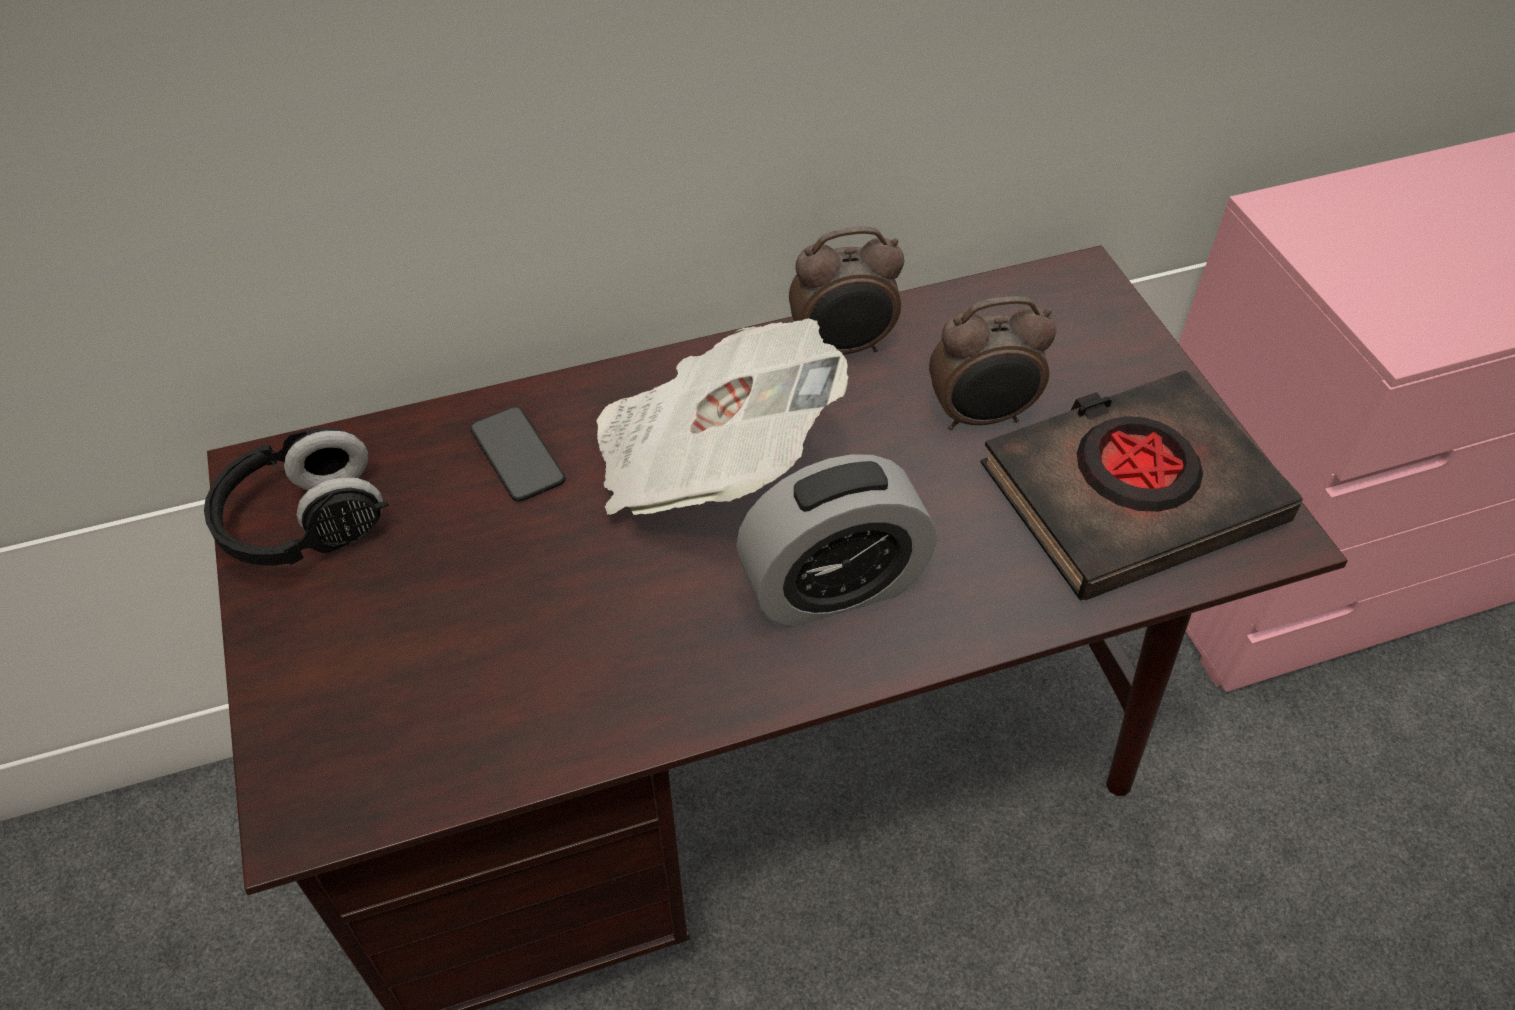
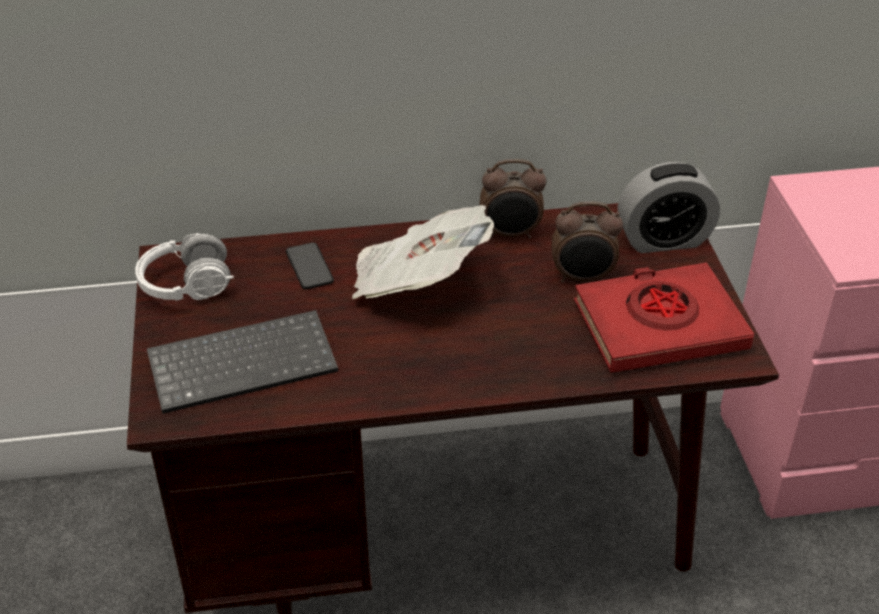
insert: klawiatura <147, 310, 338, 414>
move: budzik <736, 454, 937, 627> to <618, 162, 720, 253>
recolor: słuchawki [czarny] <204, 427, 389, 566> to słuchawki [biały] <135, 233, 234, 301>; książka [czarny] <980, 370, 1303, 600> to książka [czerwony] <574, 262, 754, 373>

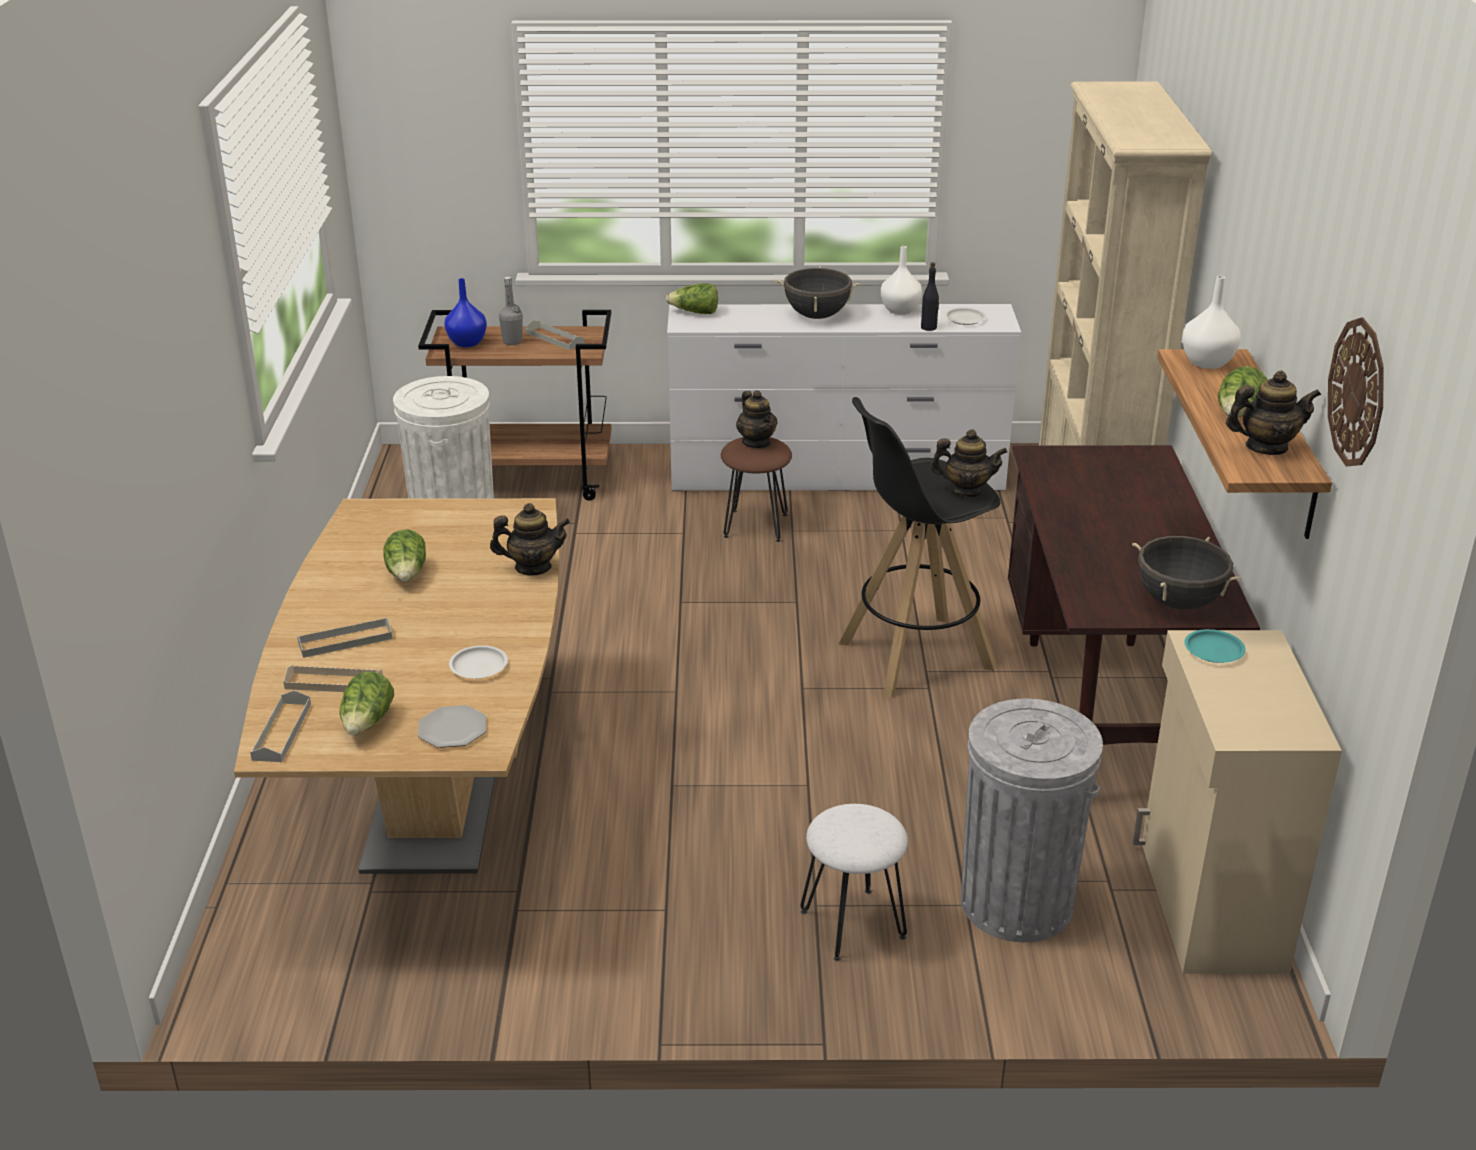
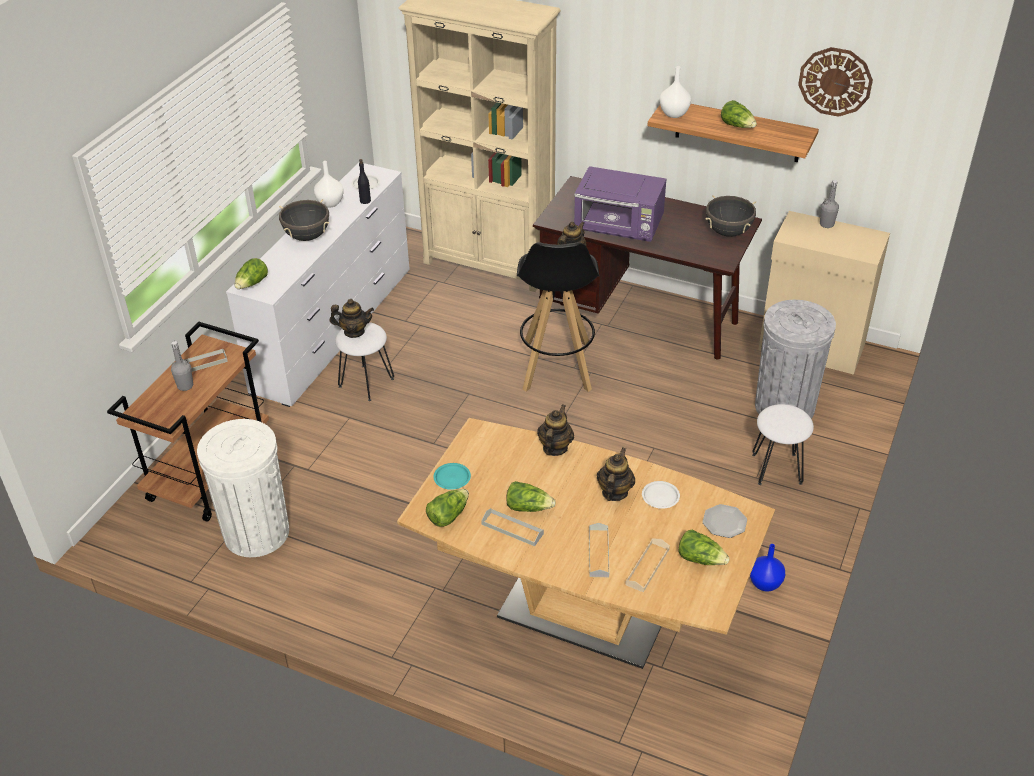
insert: sałata <426, 489, 469, 527>; mikrofalówka [fioletowy] <574, 166, 666, 242>; butelka [szary] <820, 180, 839, 228>
move: taca [szary] <250, 690, 311, 762> to <481, 508, 544, 546>; wazon [niebieski] <444, 278, 487, 347> to <750, 544, 785, 592>; talerz [turkusowy] <1184, 629, 1246, 663> to <434, 463, 471, 490>; imbryk <1226, 370, 1321, 455> to <597, 447, 635, 501>
recolor: stołek [brązowy] <721, 437, 792, 542> to stołek [biały] <335, 322, 394, 401>

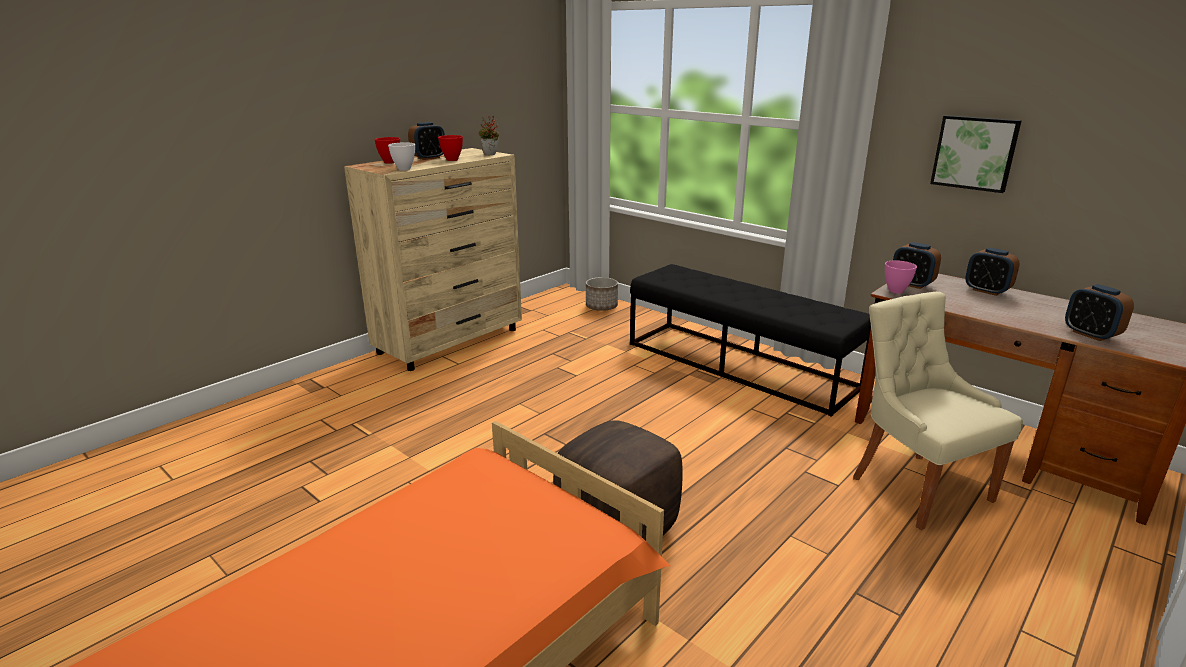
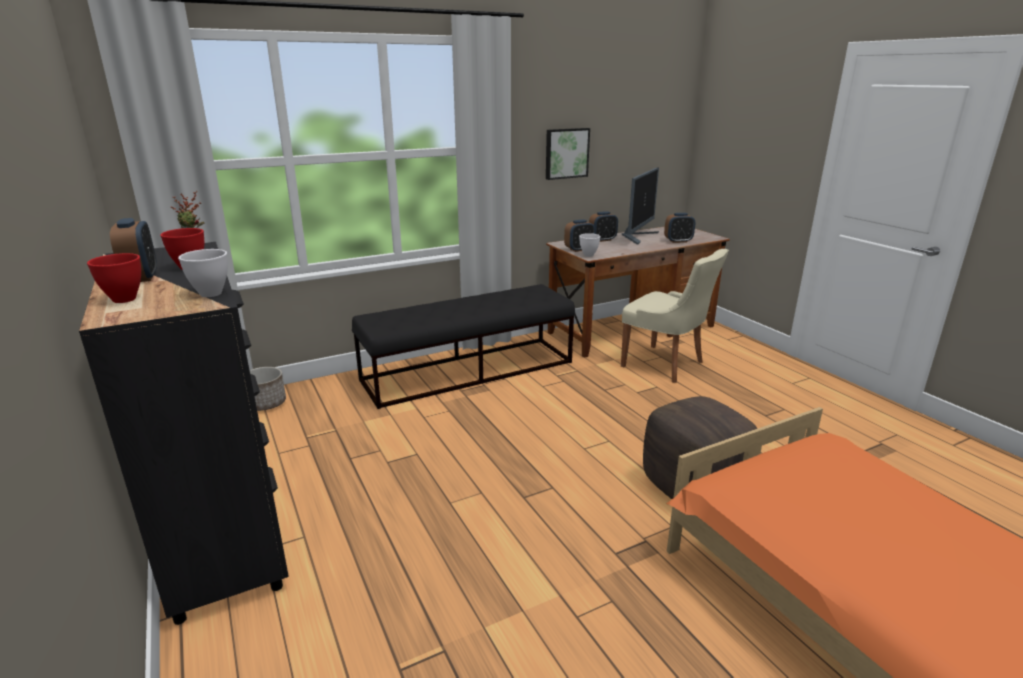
insert: monitor <622, 168, 659, 245>
recolor: komoda [beżowy] <344, 148, 522, 371> to komoda [czarny] <79, 242, 289, 625>; miska [różowy] <885, 260, 917, 294> to miska [biały] <579, 233, 601, 257>
rotate: krzesło [beżowy] <853, 291, 1023, 530> = <621, 249, 729, 383> 135 degrees counterclockwise

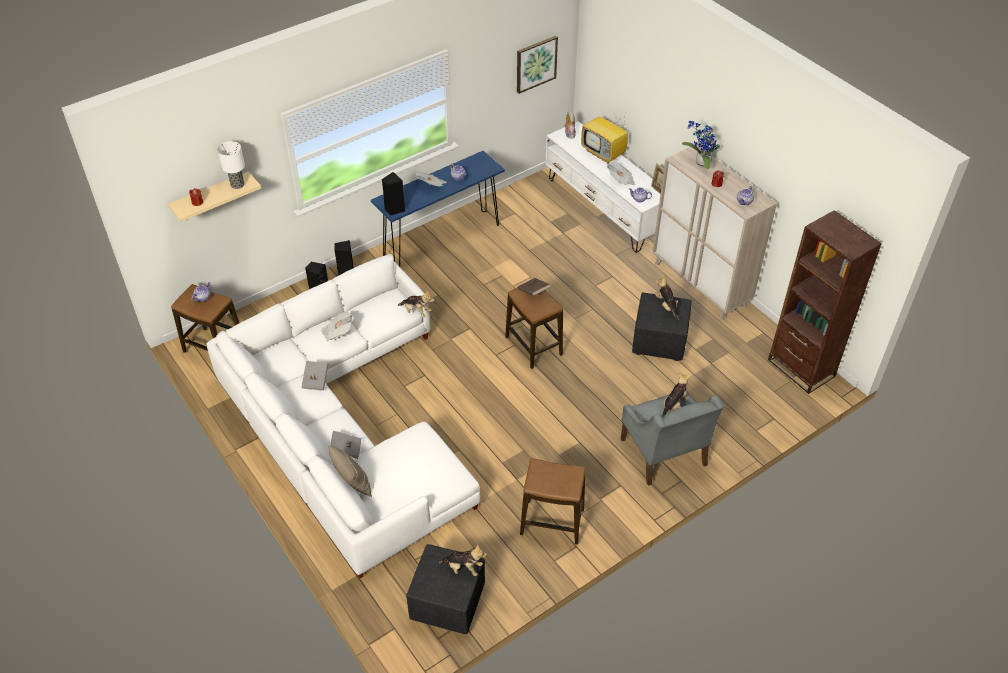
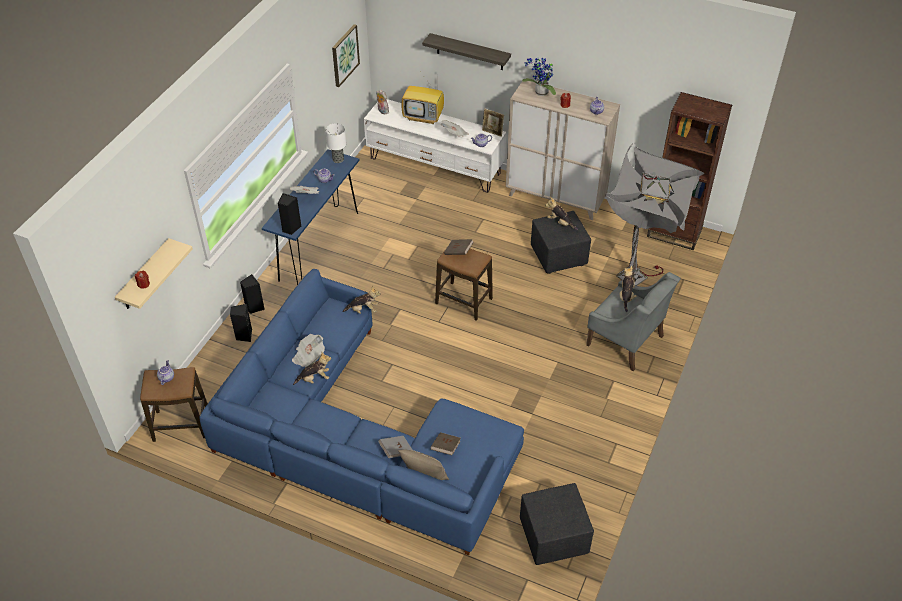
delete: książka [szary] <302, 361, 328, 391>; stołek <520, 458, 586, 545>
insert: półka <422, 33, 511, 70>; książka [brązowy] <430, 432, 461, 455>; lampa stojąca [szary] <605, 143, 705, 286>
move: lampa stołowa <217, 141, 245, 189> to <326, 123, 346, 163>; pluszak <438, 544, 487, 576> to <293, 352, 331, 385>
recolor: kanapa [biały] <207, 254, 481, 578> to kanapa [niebieski] <199, 269, 524, 556>

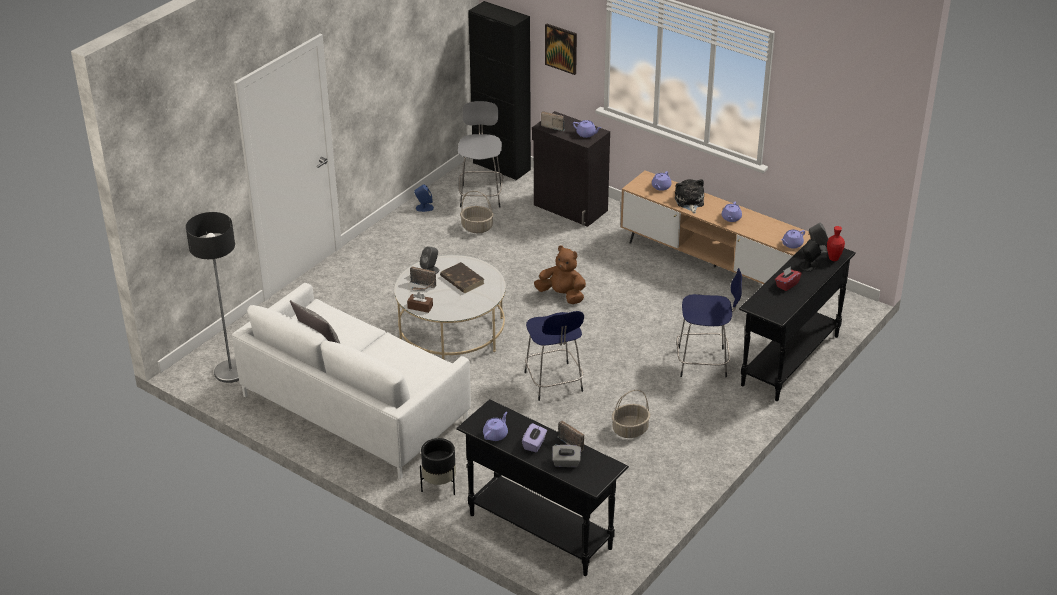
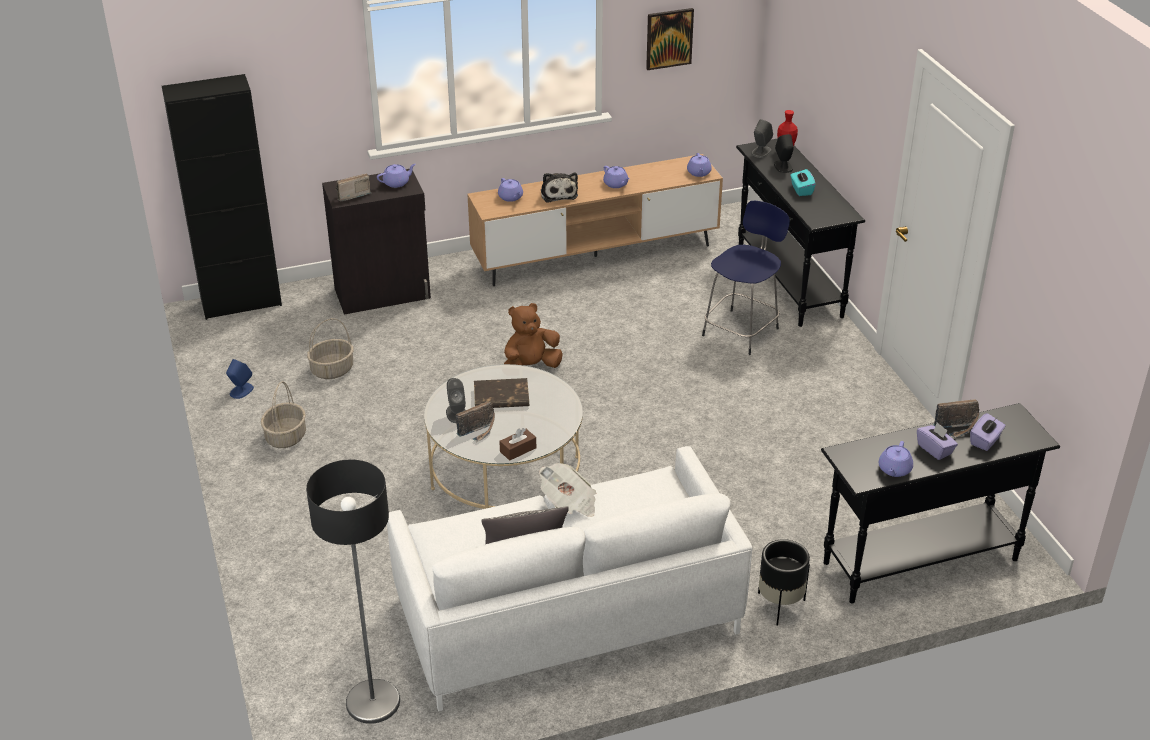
delete: stołek [szary] <458, 101, 503, 208>; stołek [niebieski] <524, 311, 584, 401>
insert: gazeta <539, 463, 596, 517>
move: obraz <545, 24, 577, 75> to <646, 8, 694, 70>; koszyk <612, 390, 650, 438> to <261, 381, 306, 448>
recolor: pudełko chusteczek [szary] <552, 445, 581, 467> to pudełko chusteczek [fioletowy] <970, 413, 1006, 451>; pudełko chusteczek [czerwony] <775, 266, 802, 291> to pudełko chusteczek [turkusowy] <790, 169, 816, 196>
rotate: imbryk [fioletowy] <483, 412, 508, 441> = <879, 441, 913, 477> 135 degrees counterclockwise; pluszak <675, 179, 704, 214> = <541, 173, 578, 203> 135 degrees counterclockwise

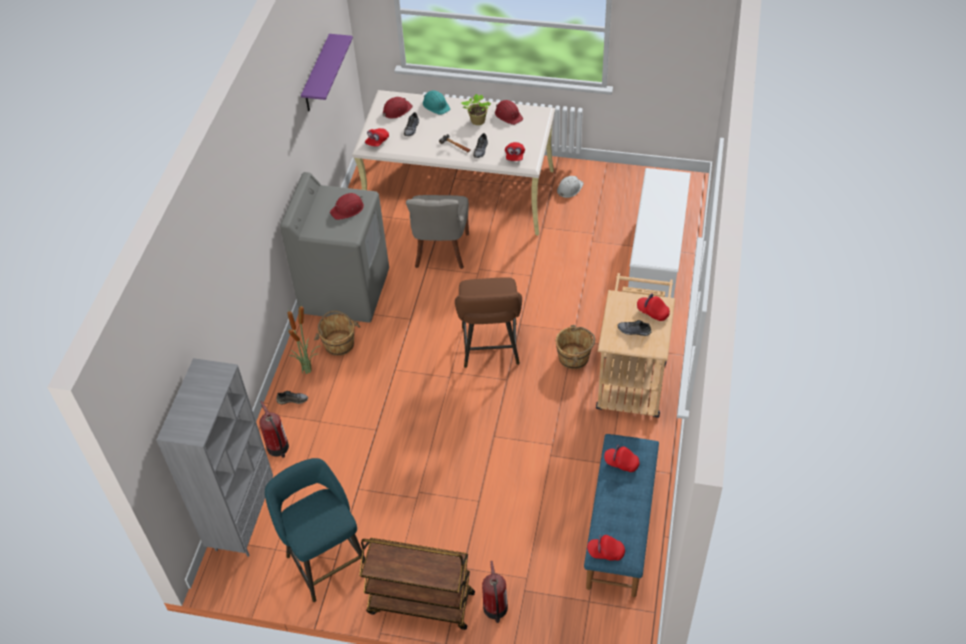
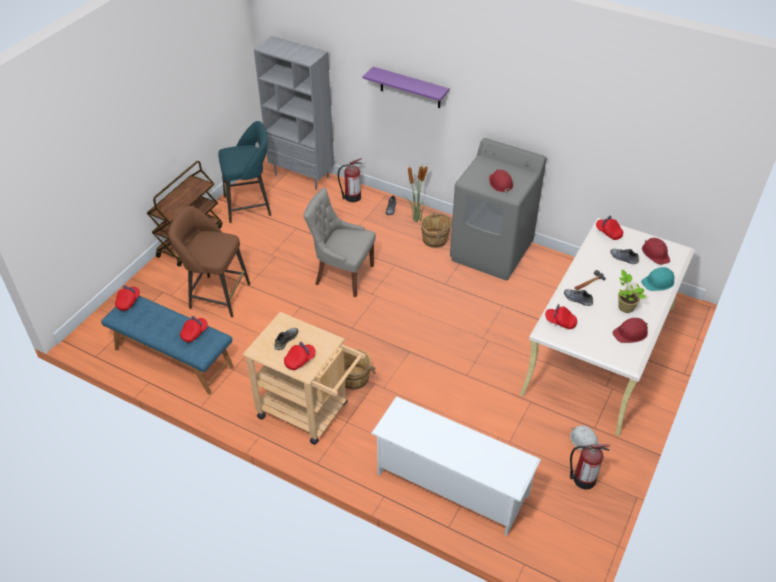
move: półka [fioletowy] <301, 34, 353, 111> to <362, 67, 450, 108>; krzesło [szary] <406, 195, 469, 269> to <303, 188, 376, 297>; stołek [brązowy] <455, 277, 522, 368> to <168, 206, 250, 317>; gaśnica <482, 561, 508, 623> to <570, 444, 610, 490>

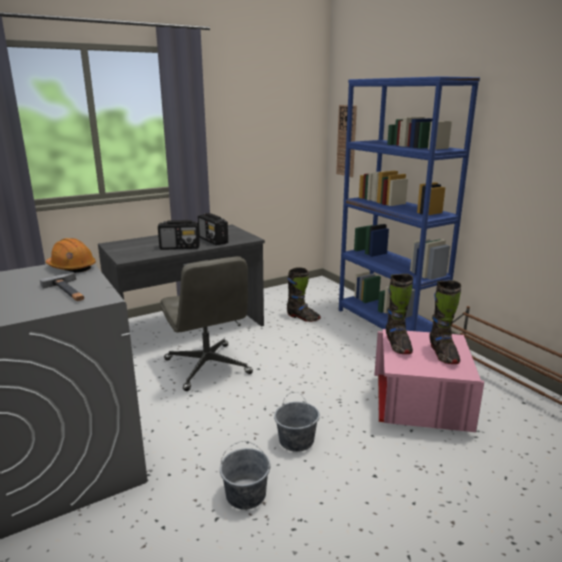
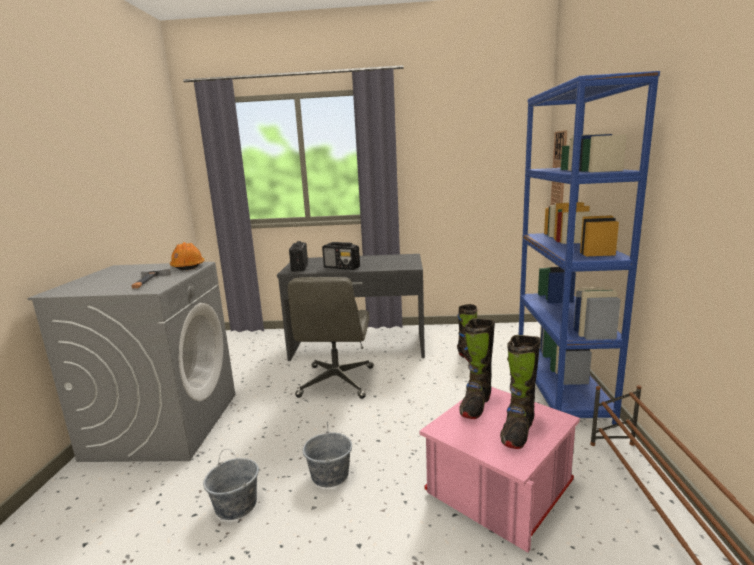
move: radio <198, 213, 228, 245> to <289, 241, 308, 271>

